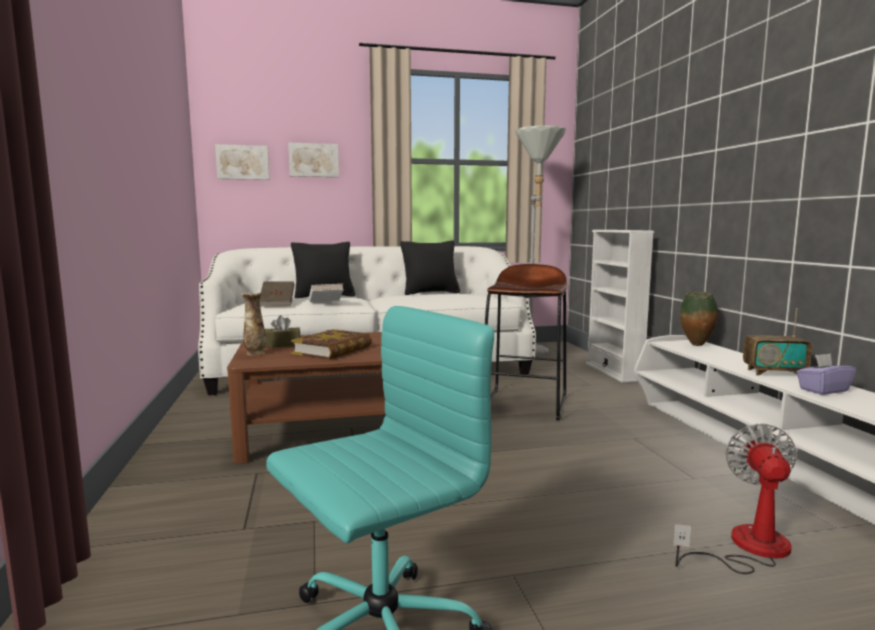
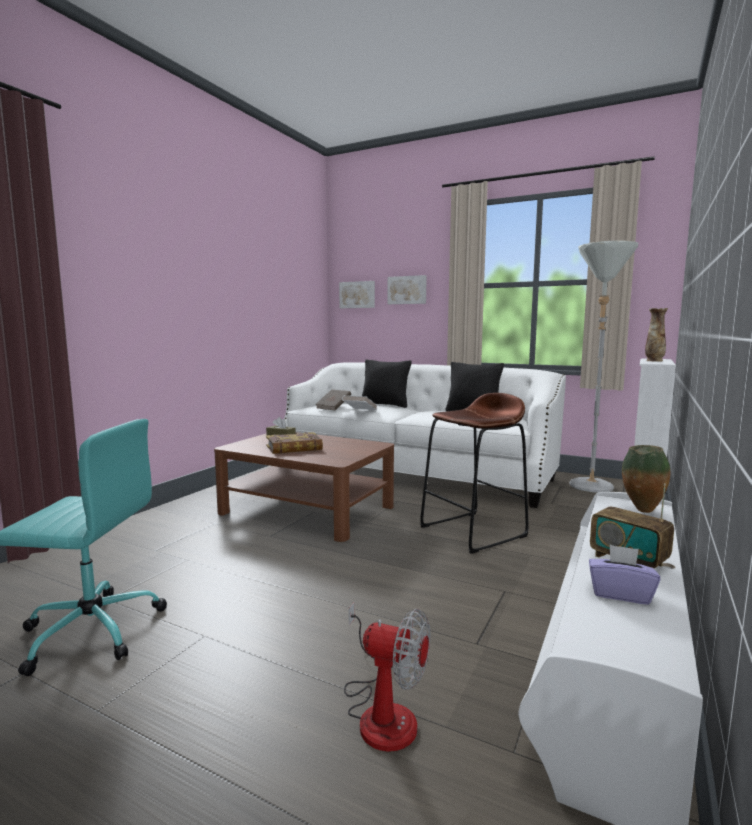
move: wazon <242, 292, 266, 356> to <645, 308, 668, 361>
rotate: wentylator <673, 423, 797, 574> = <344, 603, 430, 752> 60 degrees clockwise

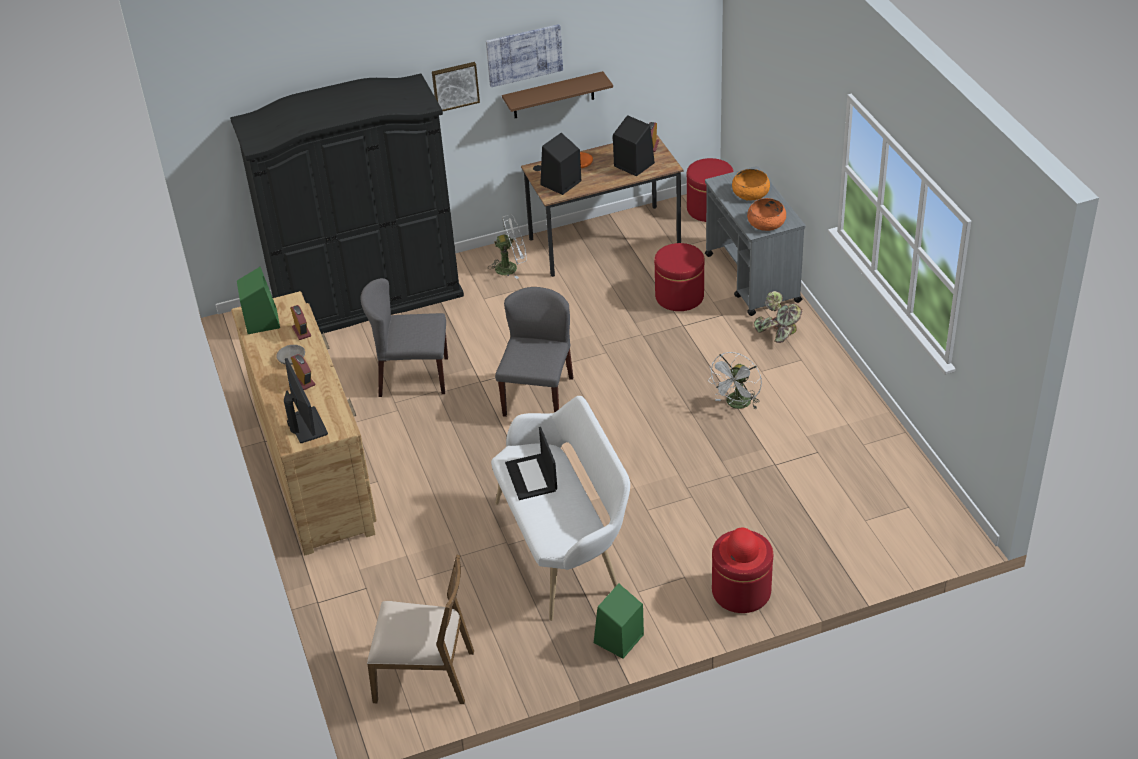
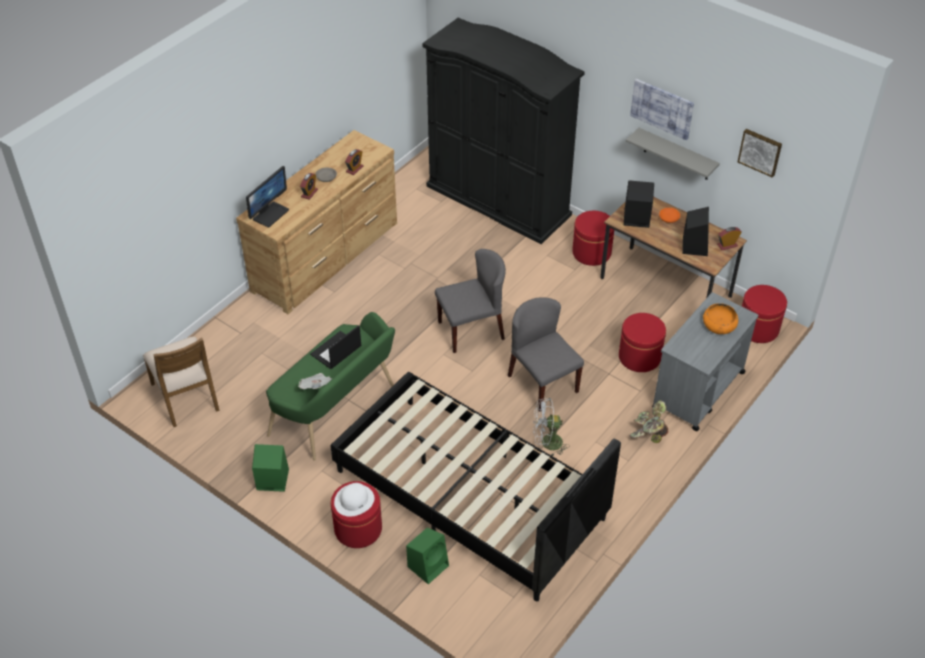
delete: miska [pomarańczowy] <747, 198, 786, 231>
insert: gazeta <298, 373, 332, 389>; łóżko [czarny] <330, 372, 621, 601>
move: głośnik [zielony] <237, 267, 280, 334> to <406, 527, 449, 584>; krzesło [szary] <361, 278, 448, 397> to <508, 297, 584, 412>; obraz <432, 62, 480, 111> to <738, 129, 782, 178>
replace: wentylator [biały] <488, 214, 527, 279> to pufa [czerwony] <572, 211, 614, 266>
recolor: ławka [biały] <491, 396, 630, 621> to ławka [zielony] <266, 312, 395, 461>; półka [brązowy] <502, 71, 613, 118> to półka [szary] <626, 128, 720, 180>; kapelusz [czerwony] <719, 528, 767, 570> to kapelusz [biały] <334, 483, 374, 517>

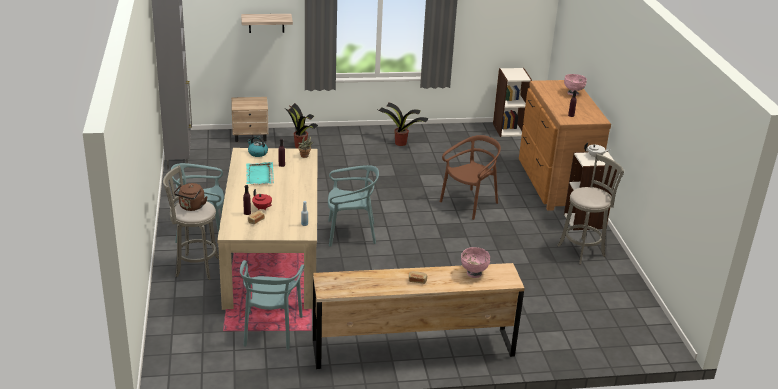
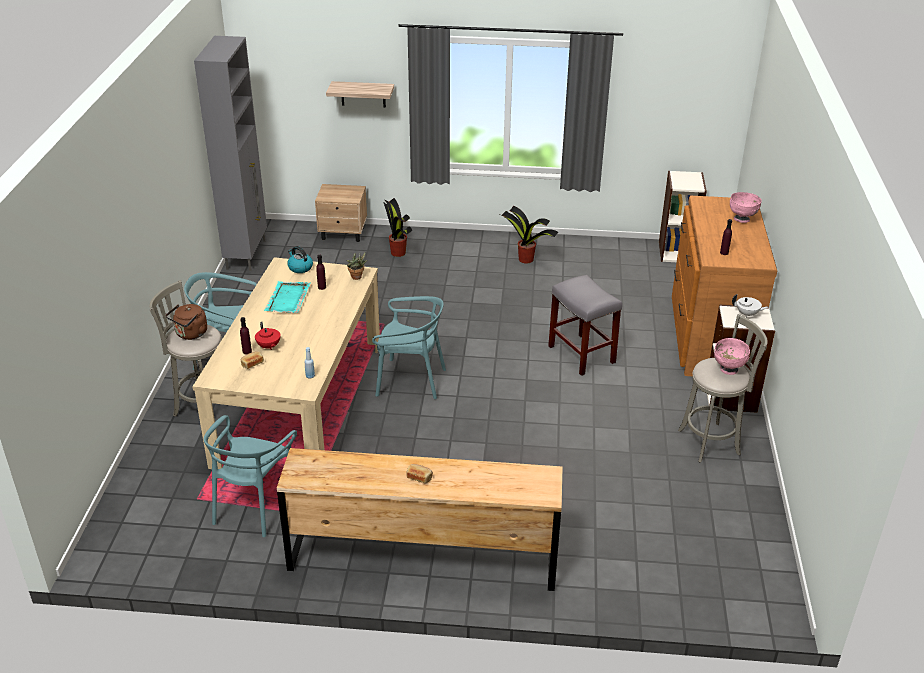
move: miska [różowy] <461, 247, 490, 278> to <714, 338, 750, 375>
replace: krzesło [brązowy] <440, 135, 501, 220> to stołek [szary] <548, 275, 622, 376>

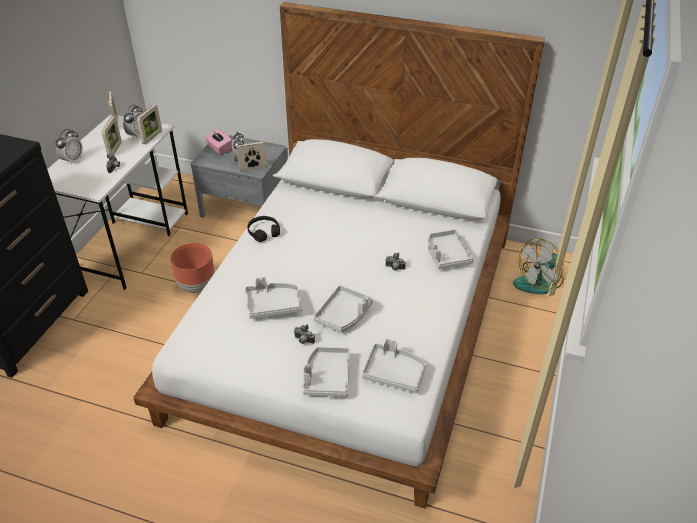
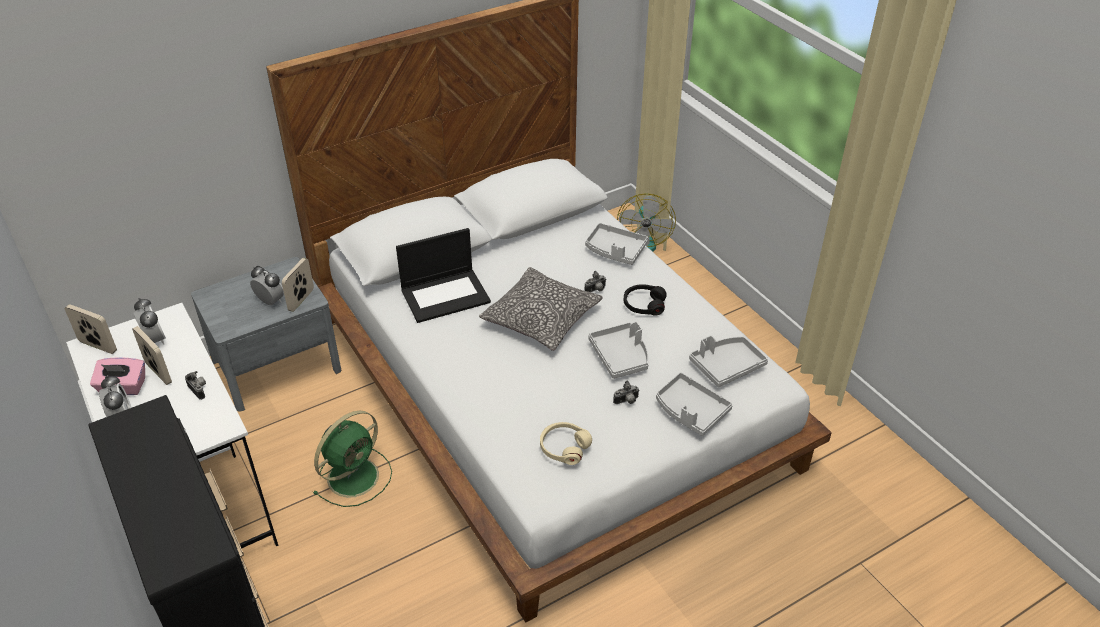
delete: ramka na zdjęcie <137, 105, 162, 144>; taca [szary] <245, 277, 302, 319>
insert: laptop <396, 228, 491, 323>; poduszka <479, 267, 603, 351>; słuchawki [beżowy] <540, 422, 592, 465>
move: pudełko chusteczek [różowy] <205, 129, 232, 155> to <90, 357, 145, 395>; słuchawki [czarny] <247, 216, 280, 242> to <624, 284, 667, 316>
replace: donica [brązowy] <170, 243, 215, 293> to wentylator [zielony] <313, 410, 392, 507>

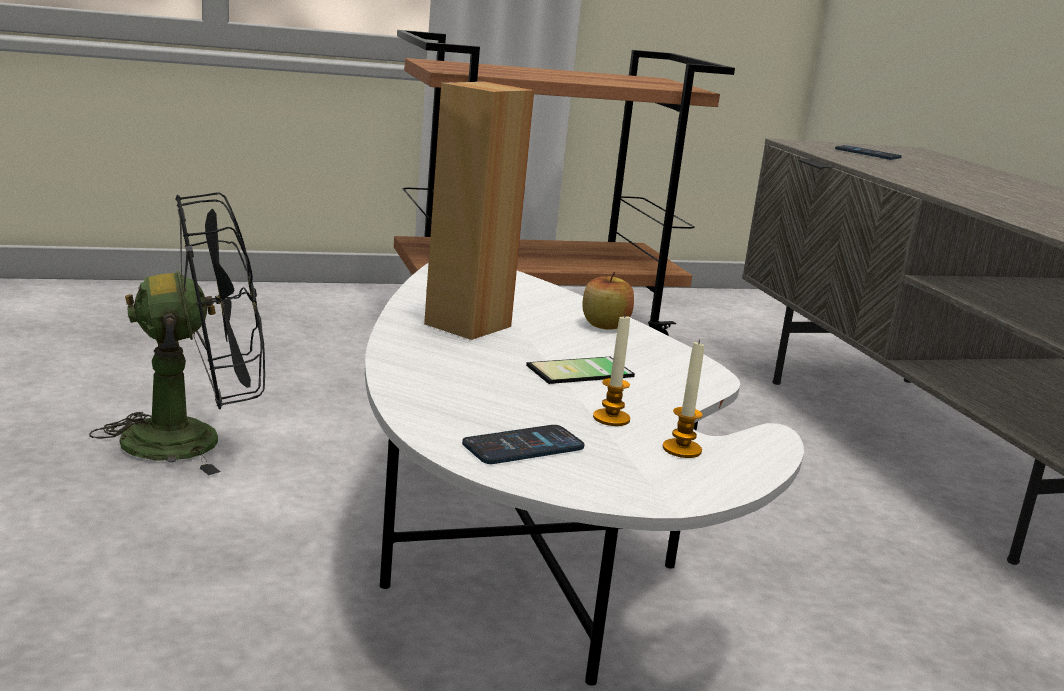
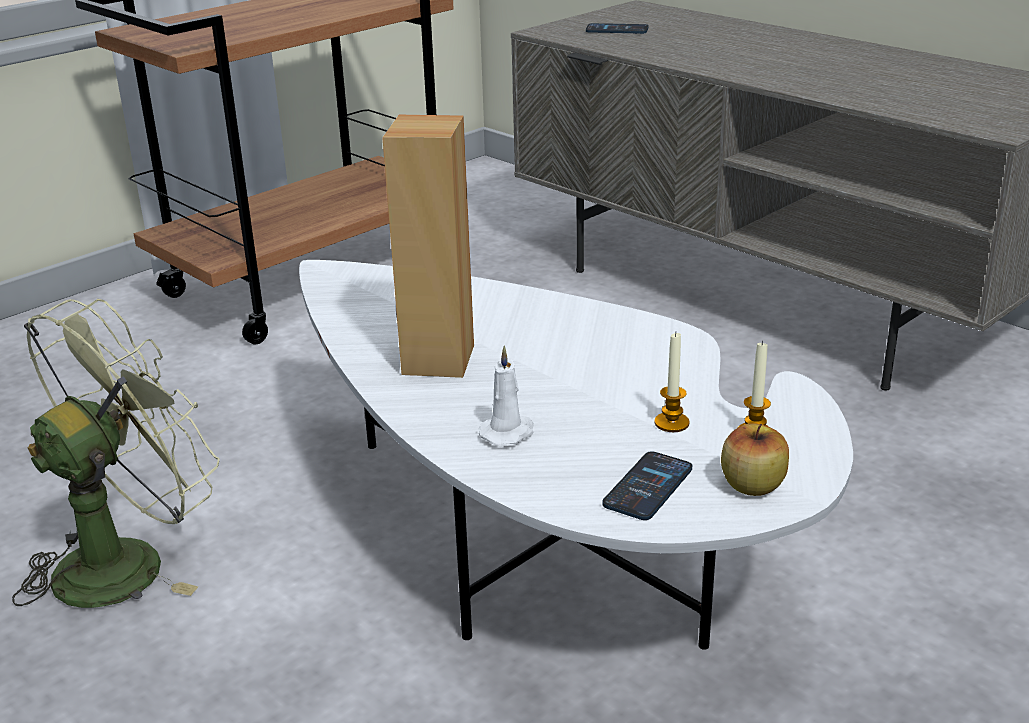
delete: telefon <526, 357, 635, 384>
insert: świeca [biały] <478, 346, 534, 447>
move: jabłko <582, 272, 634, 330> to <721, 423, 789, 496>
recolor: wentylator [czarny] <89, 192, 265, 475> to wentylator [zielony] <12, 299, 220, 608>

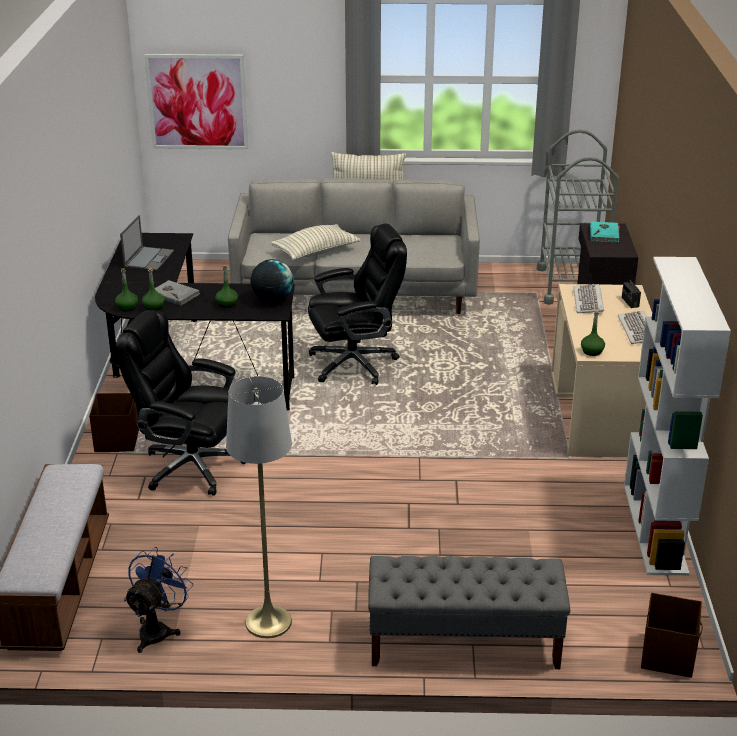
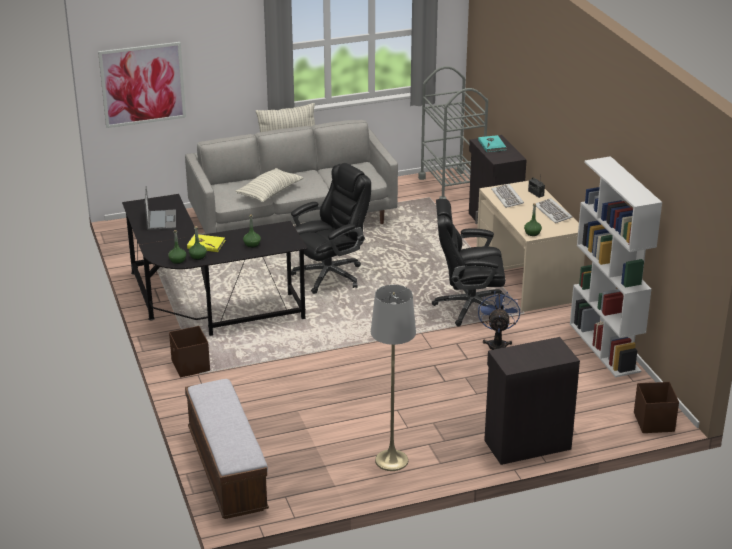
delete: globus <251, 259, 294, 303>
move: krzesło biurowe [czarny] <116, 310, 246, 496> to <432, 199, 506, 326>; wentylator [niebieski] <124, 547, 194, 653> to <478, 291, 520, 350>
replace: ławka [szary] <368, 556, 570, 669> to szafka [czarny] <484, 337, 580, 465>
recolor: książka [szary] <155, 280, 200, 306> to książka [żółty] <187, 234, 225, 252>

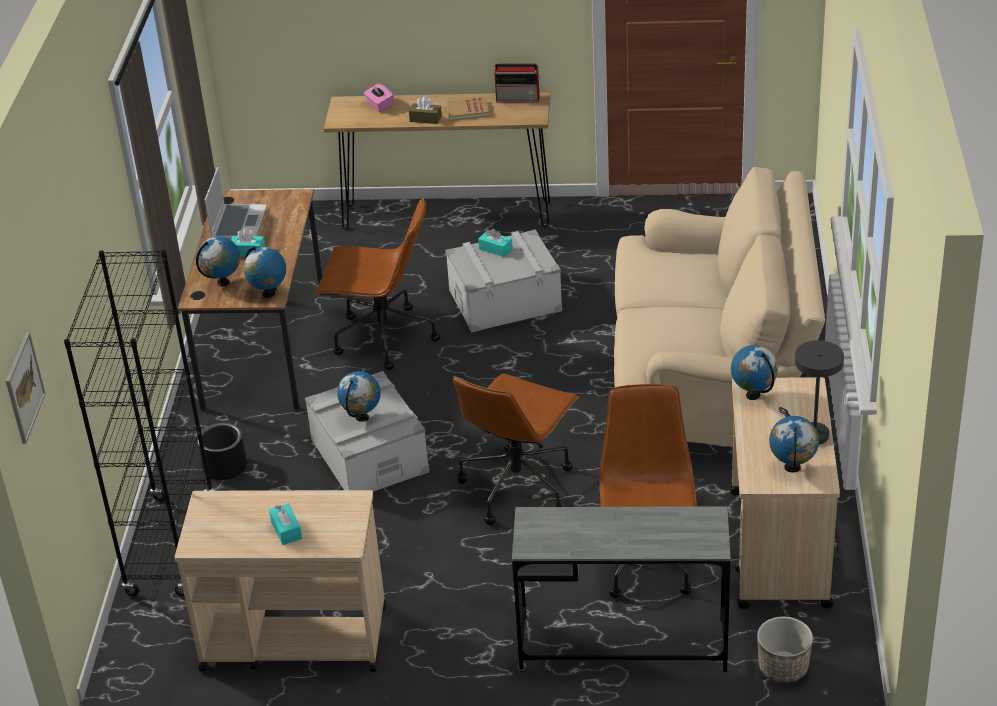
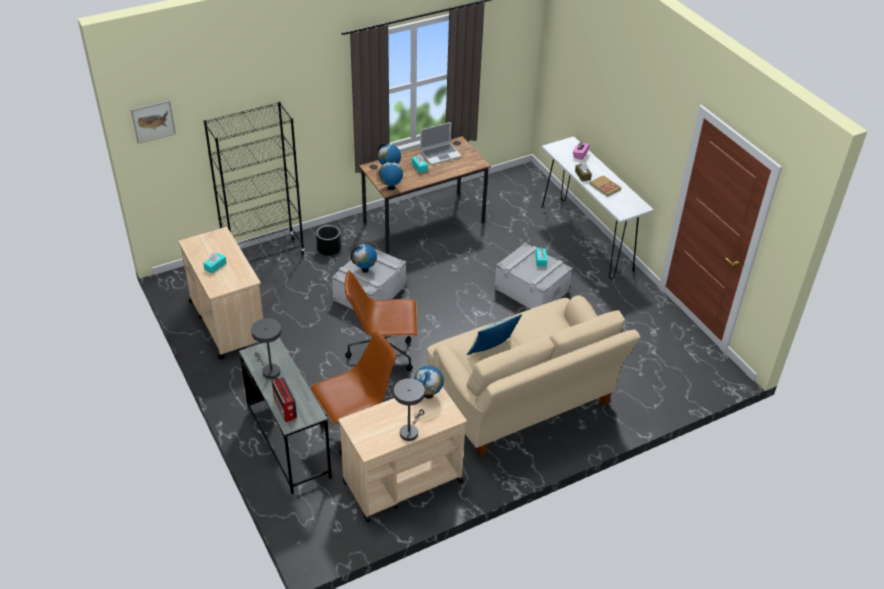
delete: krzesło biurowe [brązowy] <316, 198, 440, 370>; donica <757, 617, 813, 683>; globus <769, 416, 819, 473>
insert: lampa stołowa [szary] <251, 318, 281, 379>; poduszka <467, 314, 522, 355>
move: radio <495, 64, 541, 102> to <272, 376, 297, 422>
recolor: stolik konsolowy [brązowy] <324, 92, 550, 230> to stolik konsolowy [biały] <541, 136, 654, 279>

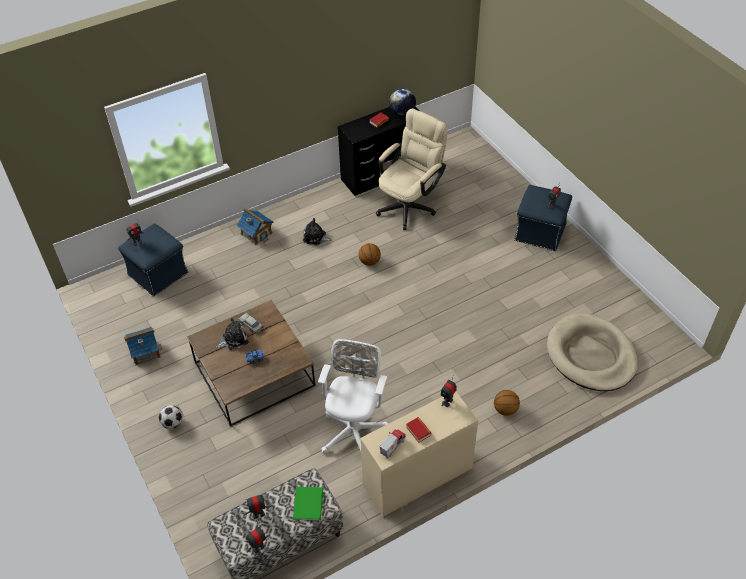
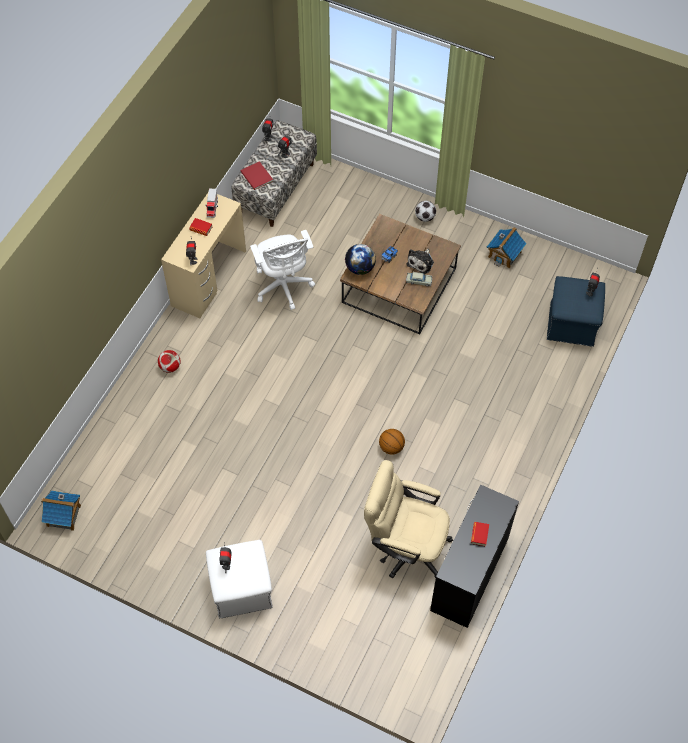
delete: pluszak <303, 218, 332, 245>; legowisko [beżowy] <547, 313, 638, 391>
move: domek <236, 208, 273, 245> to <41, 490, 81, 531>; globus <389, 89, 416, 116> to <345, 244, 376, 275>
replace: piłka do koszykówki <494, 390, 520, 416> to piłka futbolowa <158, 350, 181, 373>
recolor: książka [zielony] <293, 487, 323, 521> to książka [czerwony] <241, 161, 273, 190>; pufa [niebieski] <514, 185, 572, 251> to pufa [biały] <206, 540, 273, 618>
rotate: krzesło biurowe [beżowy] <376, 108, 448, 230> = <364, 460, 453, 578> 105 degrees clockwise

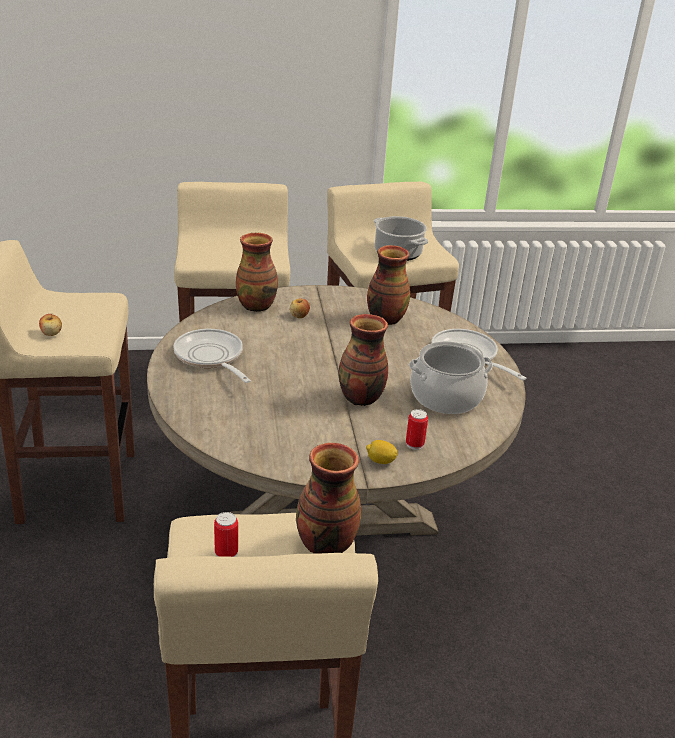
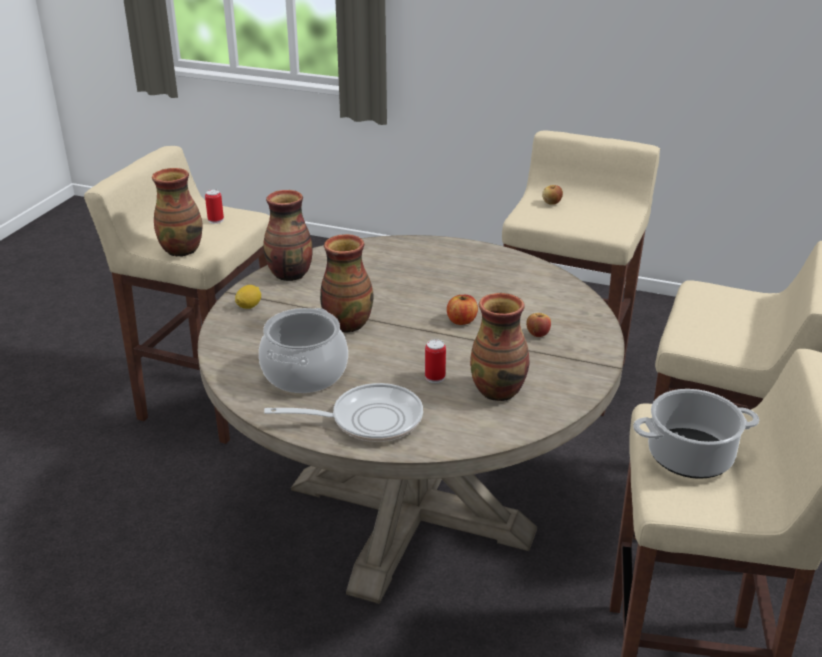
delete: patelnia <173, 329, 251, 383>
insert: jabłko <447, 295, 478, 325>
move: wazon <236, 233, 278, 312> to <263, 190, 313, 281>; puszka <406, 409, 428, 450> to <425, 339, 446, 383>

